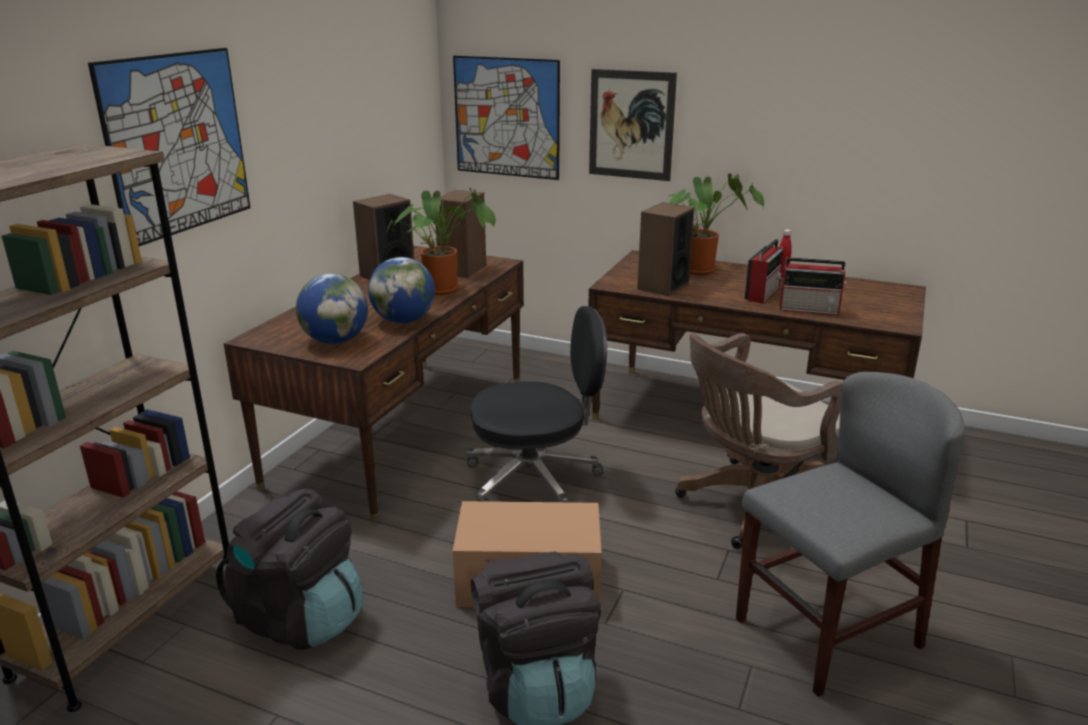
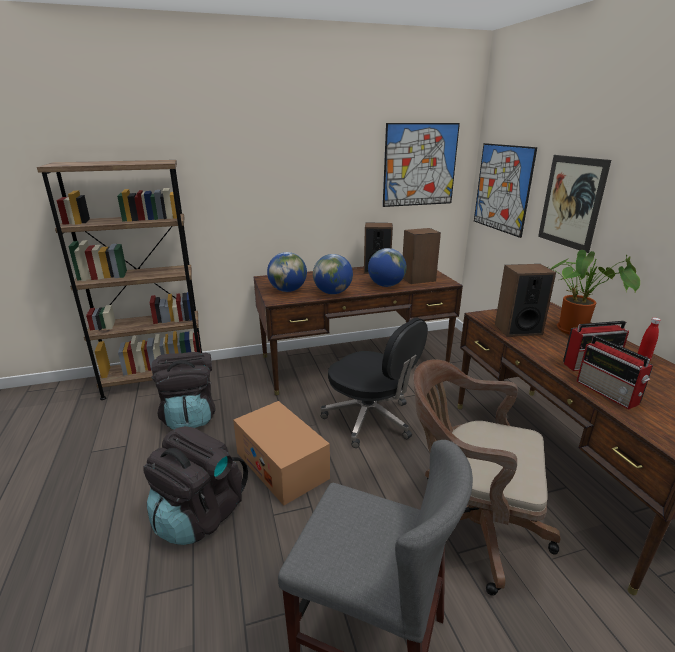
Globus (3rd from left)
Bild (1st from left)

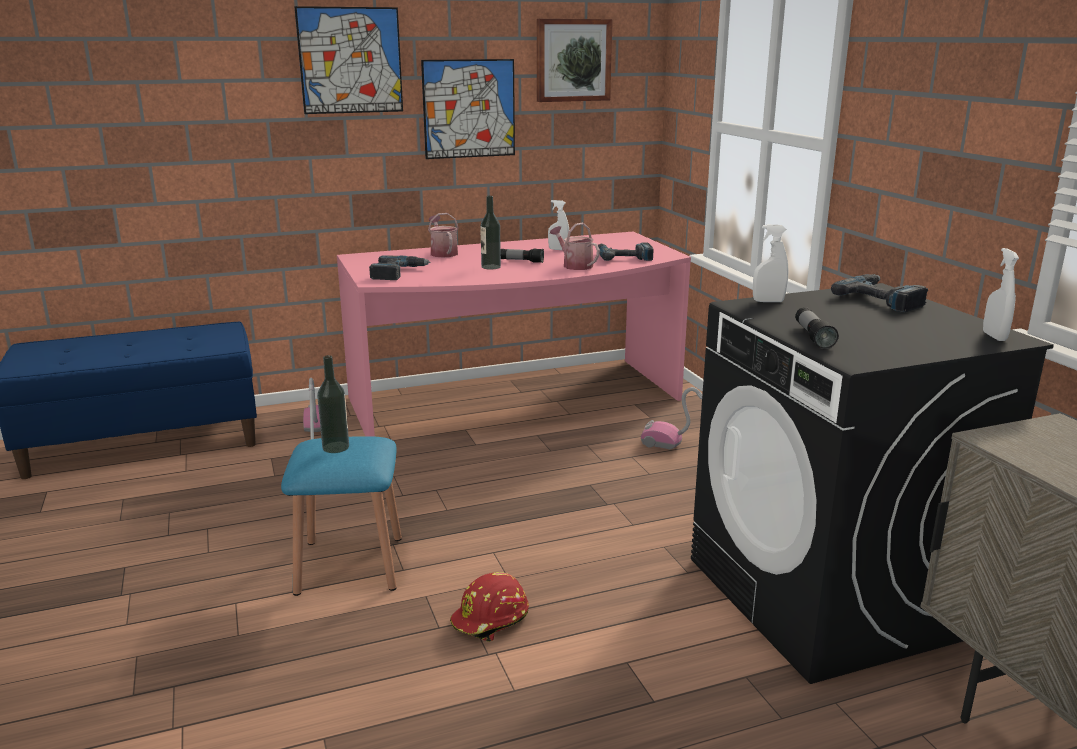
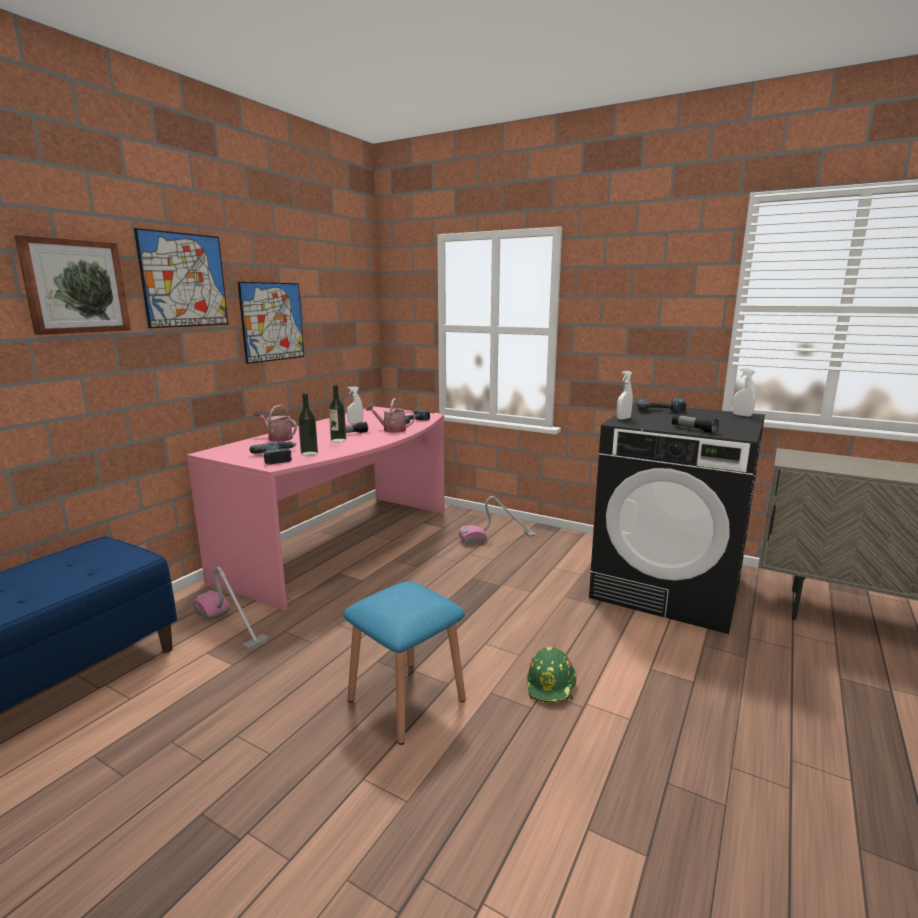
Bild (1st from left)
Flasche (1st from left)
Schutzhelm (grün)

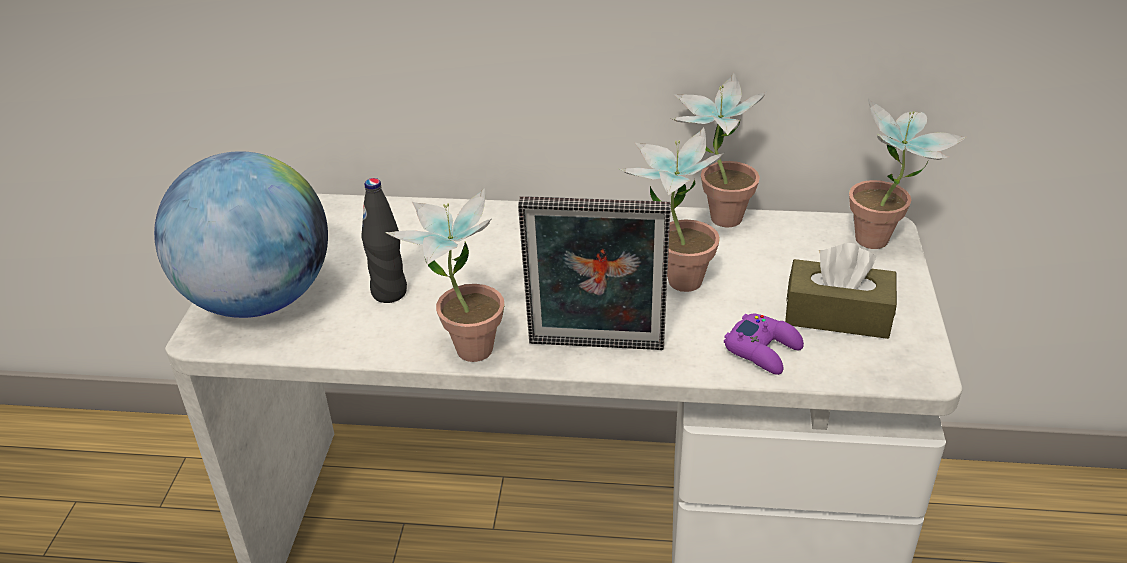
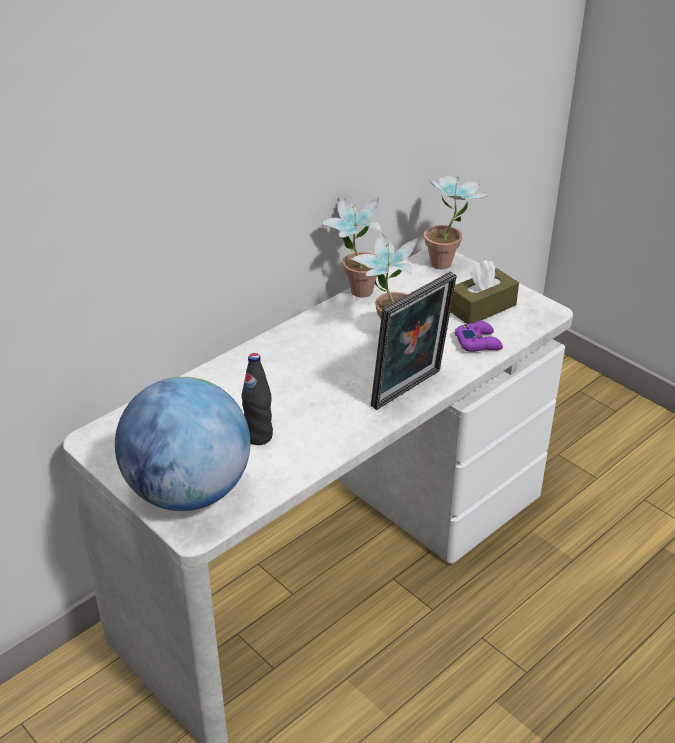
Topfpflanze (1st from left in the first image)

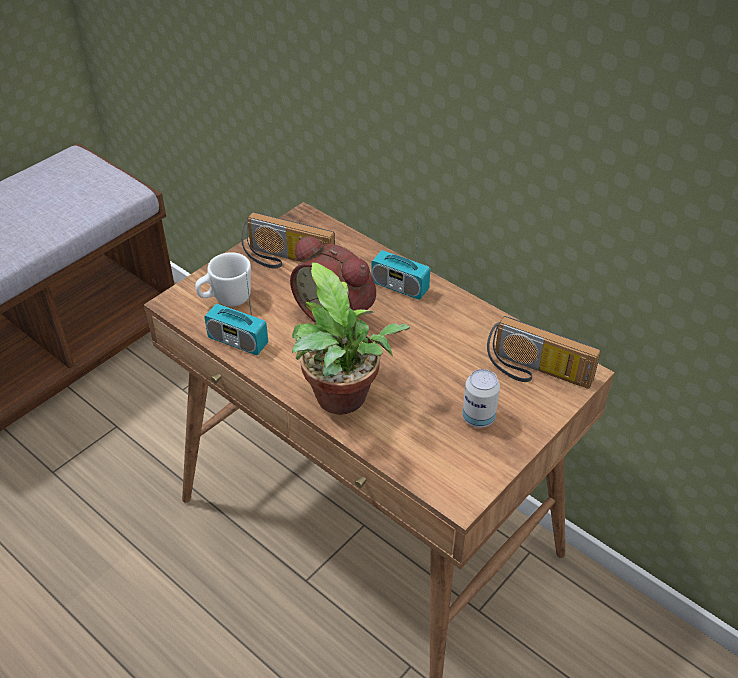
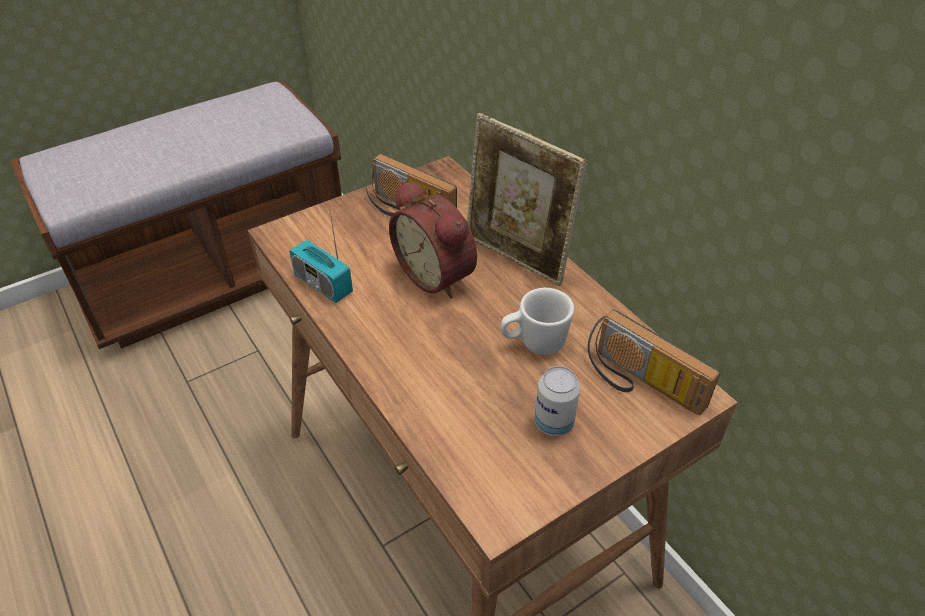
Bilderrahmen
Henkelbecher (weiß)
Topfpflanze

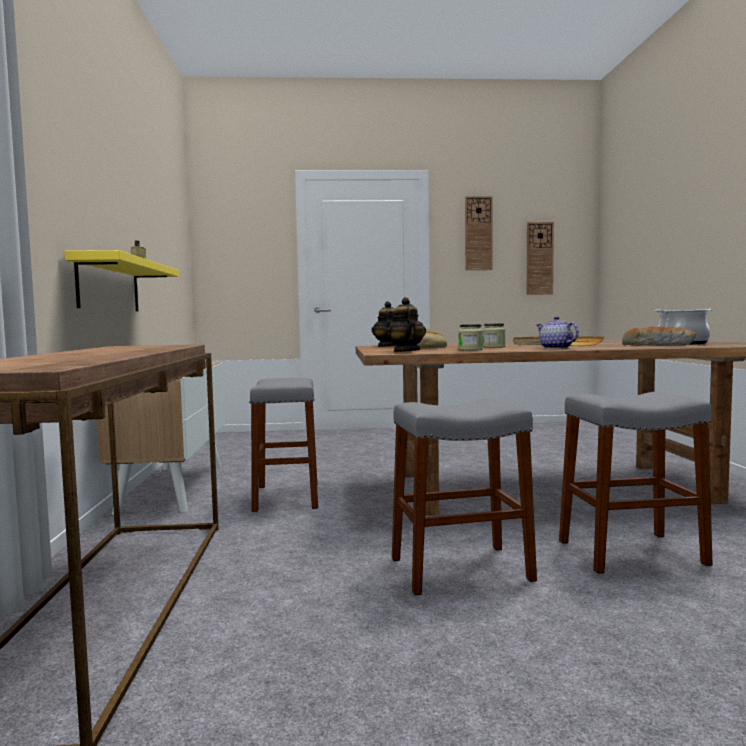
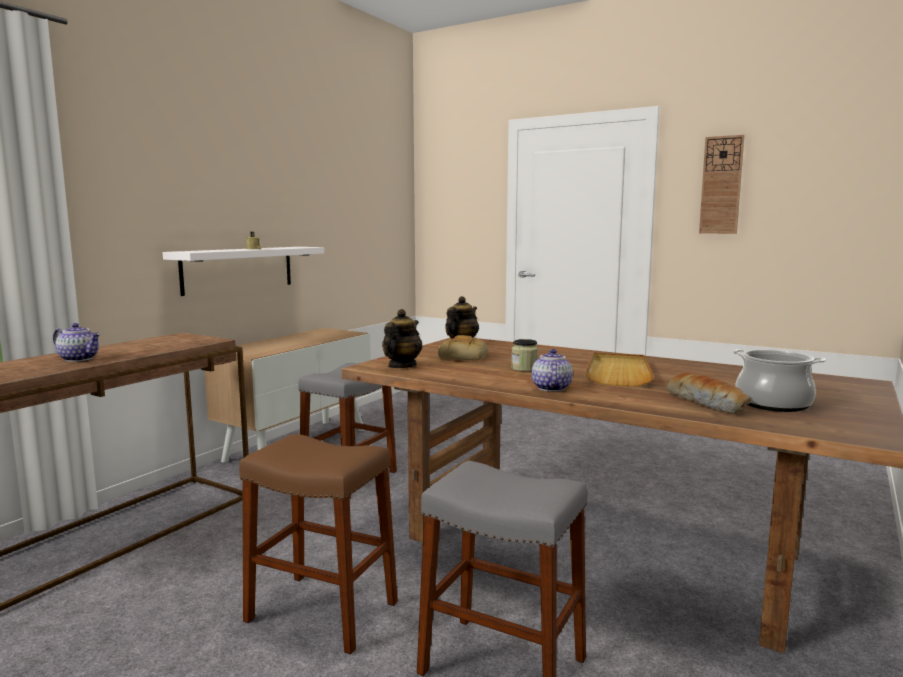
Teekanne (1st from left)
Wandregal (weiß)
Hocker (braun)
Vorratsglas (1st from left in the first image)
Wanduhr (2nd from left in the first image)

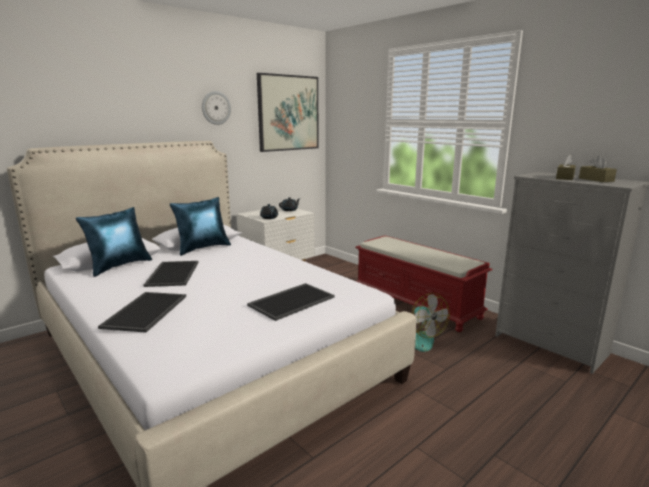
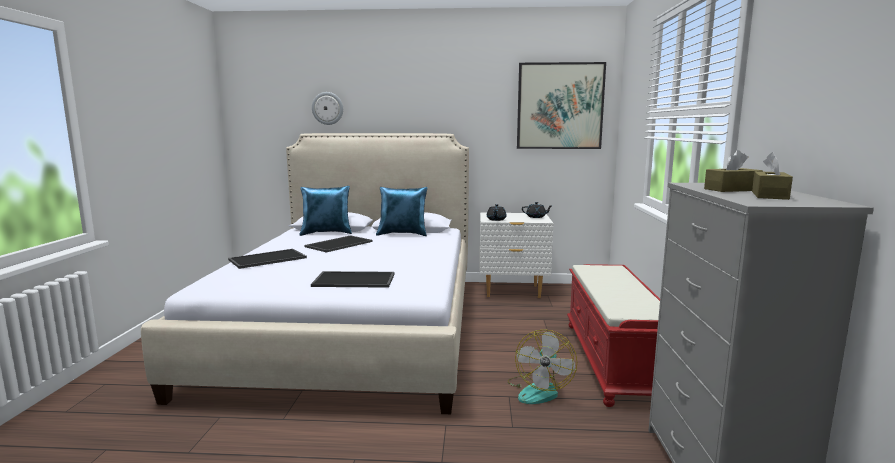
Wanduhr

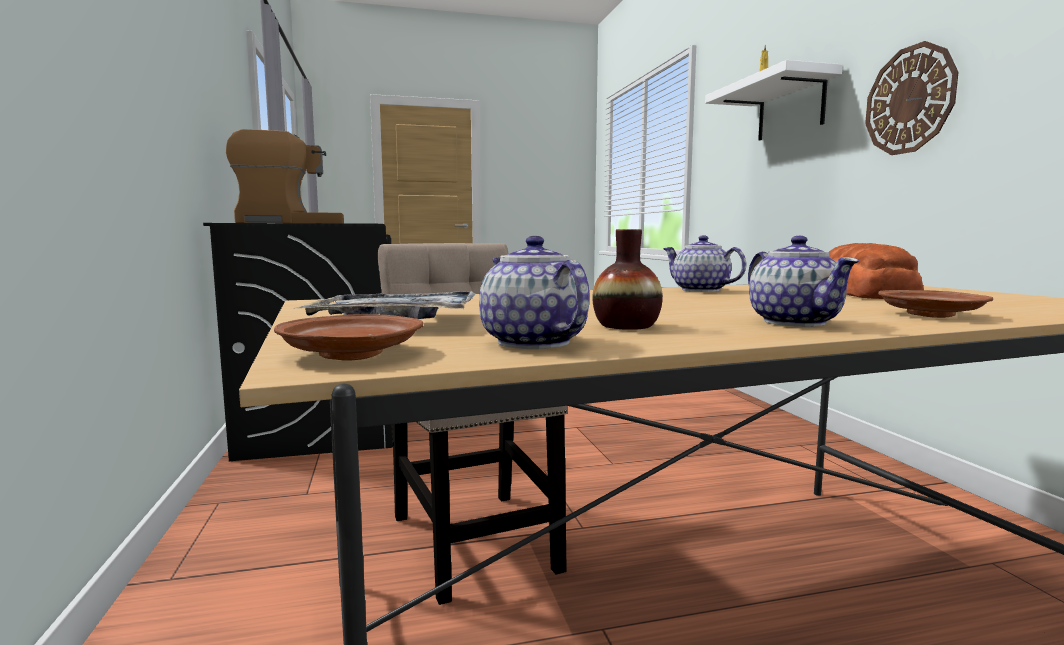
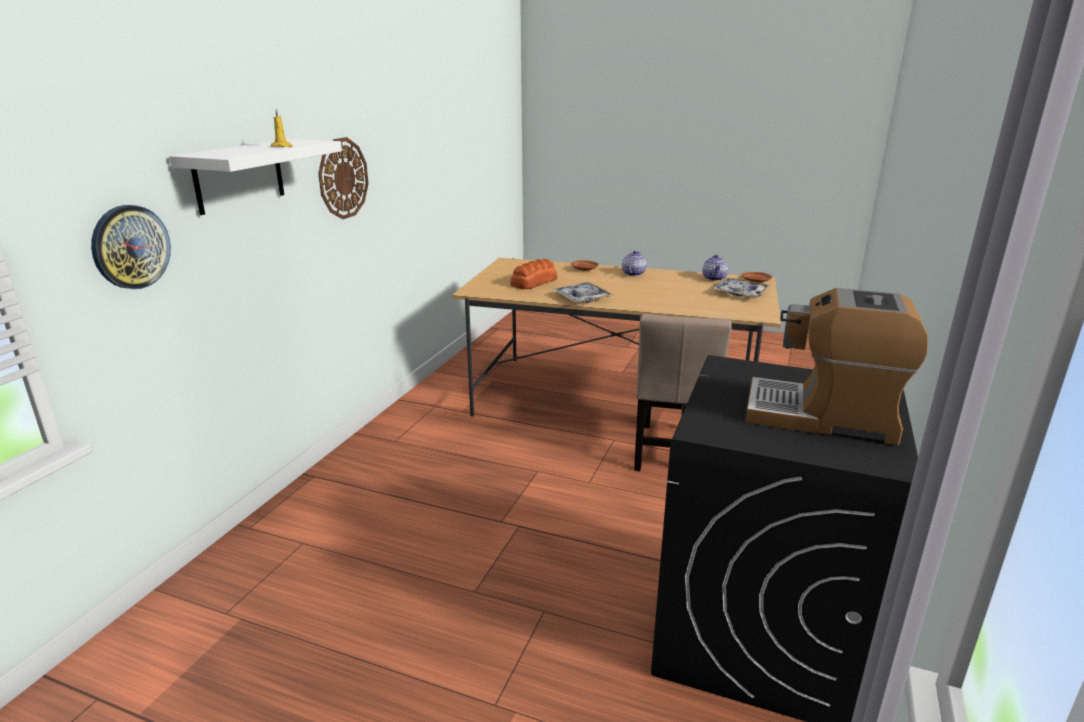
Wanduhr (1st from left)
Tablett (1st from left)
Vase

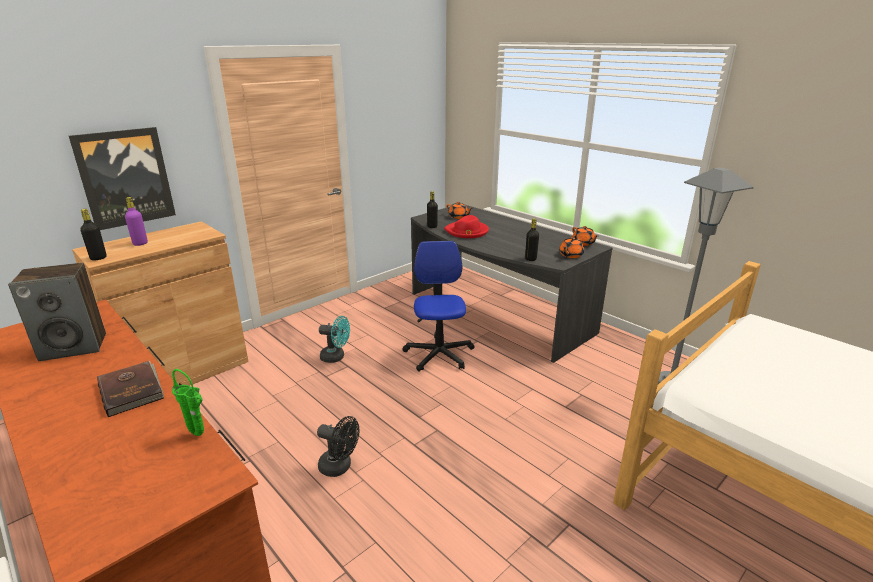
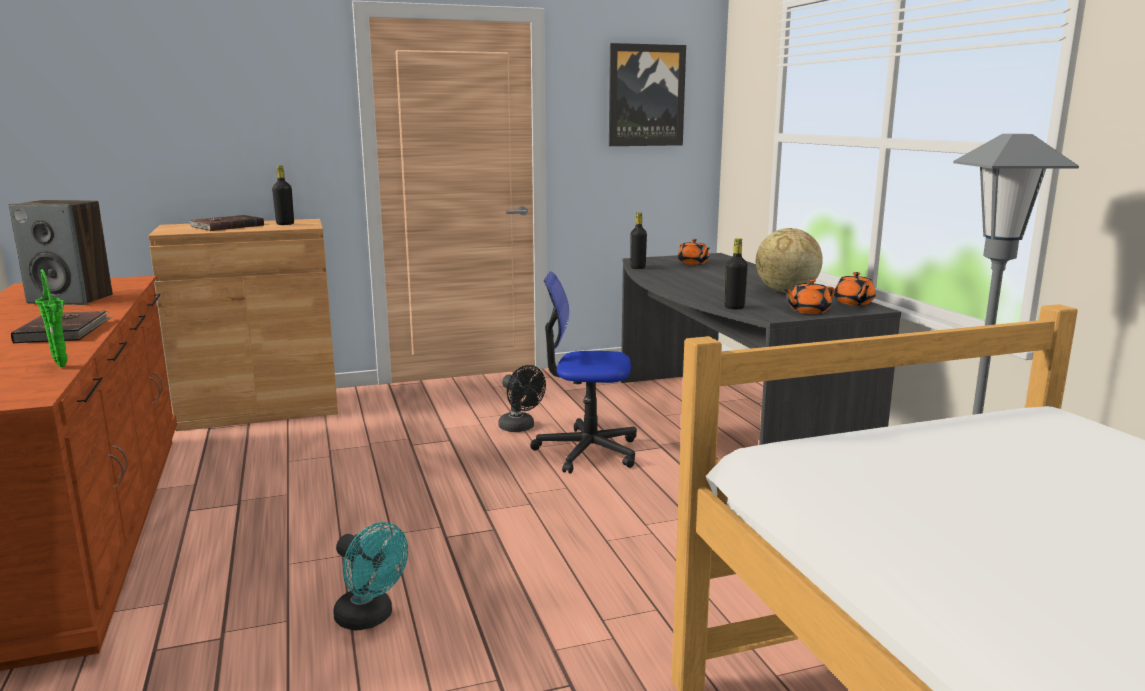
Buch (braun) (2nd from left)
Flasche (schwarz) (1st from left)
Ventilator (türkis)
Ventilator (schwarz)
Bürostuhl
Bild
Globus
Hut (rot)

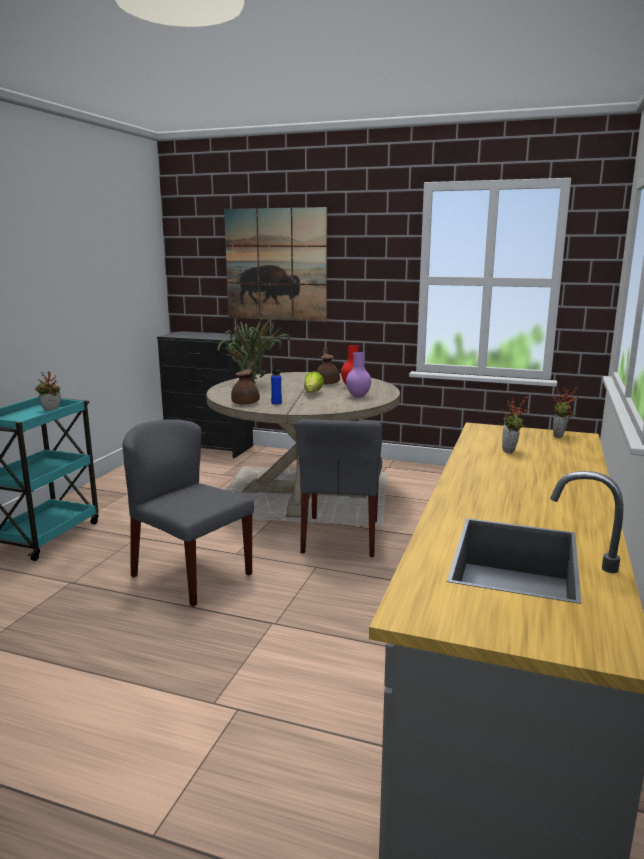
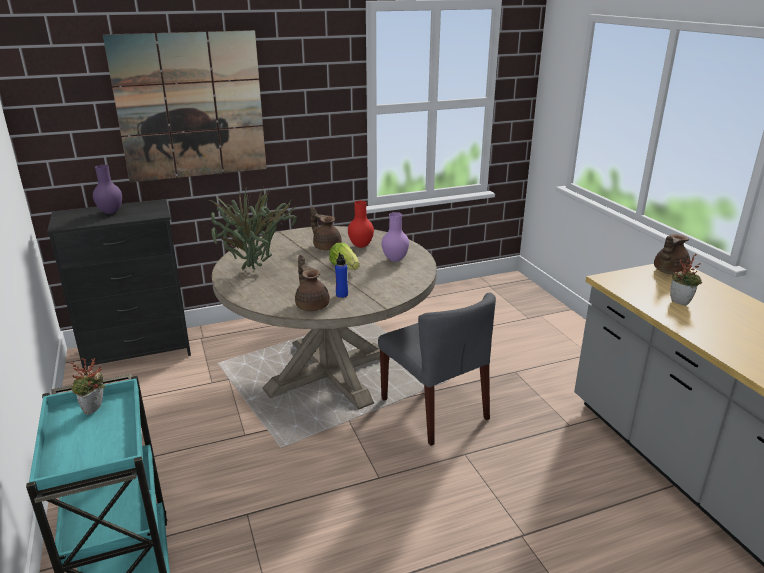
Vase (lila) (1st from left)
Teekanne (braun) (3rd from left)
Stuhl (grau) (1st from left in the first image)

